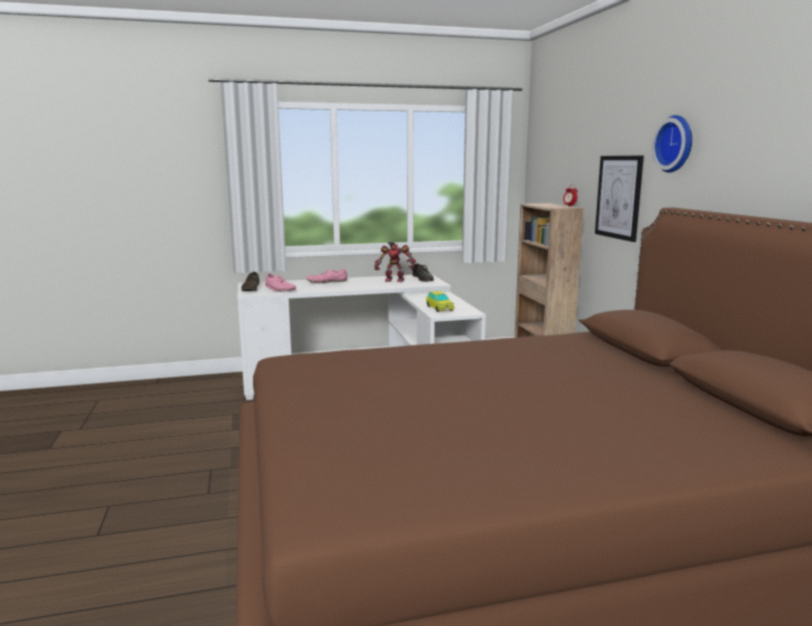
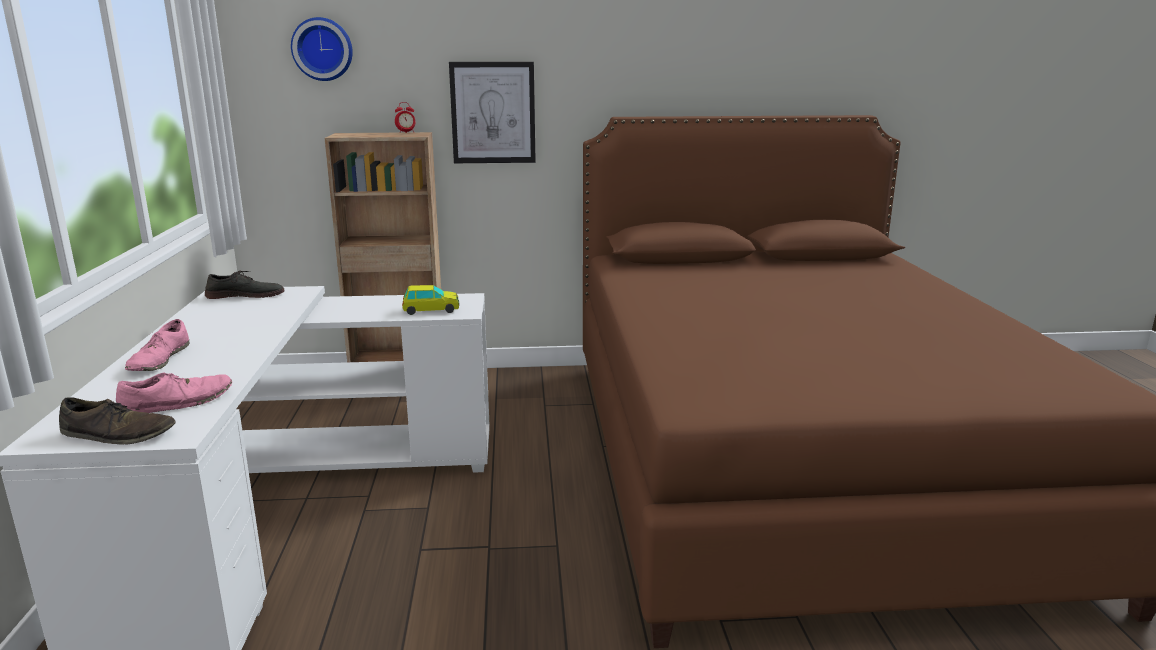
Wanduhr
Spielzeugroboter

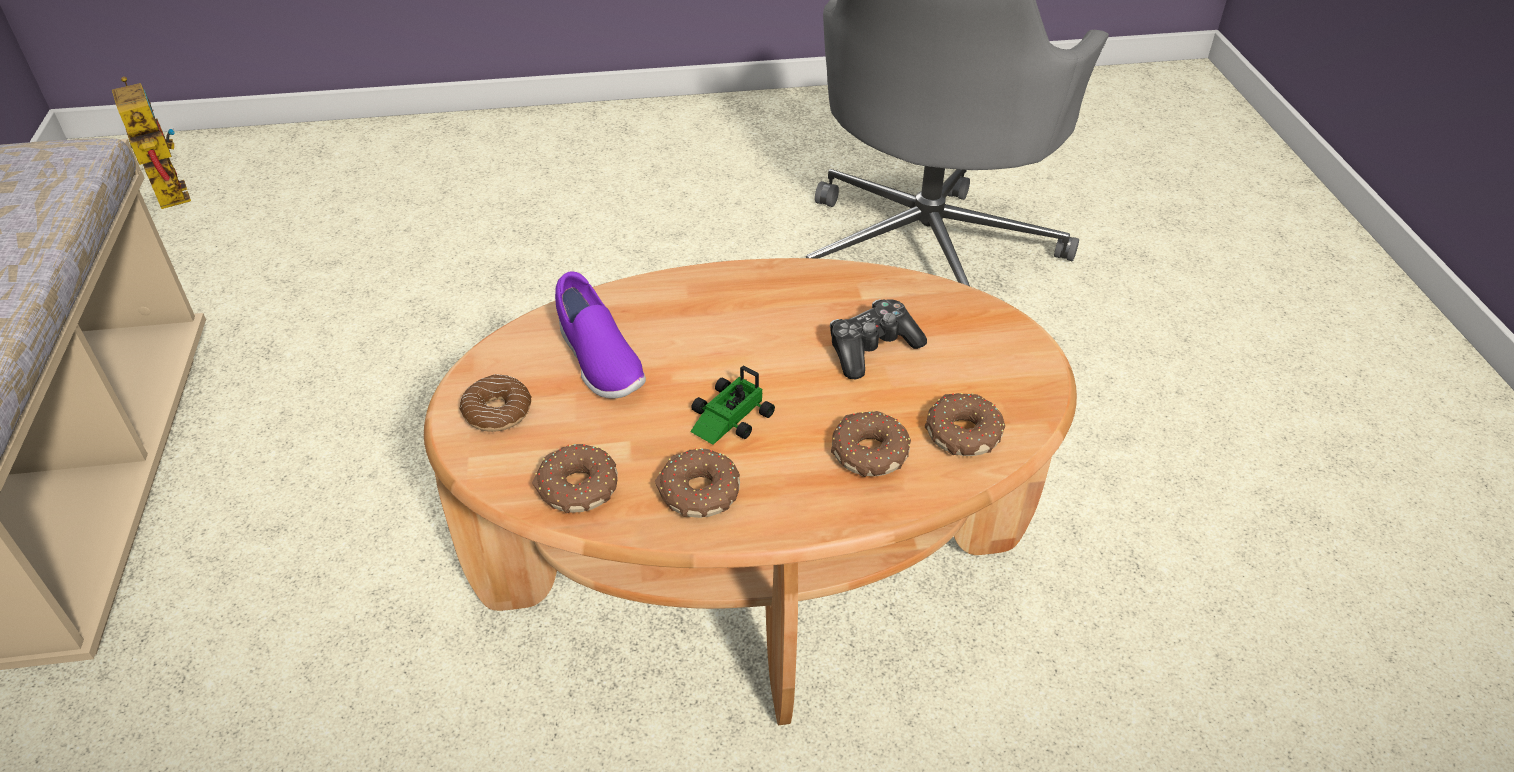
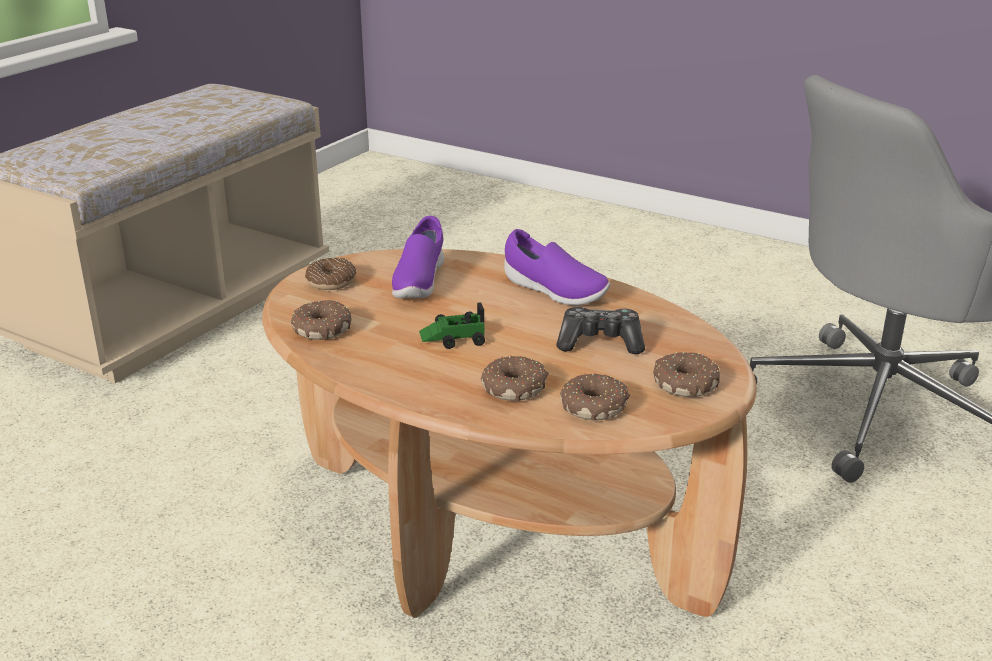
Schuh (lila) (2nd from left)
Donut (5th from left)
Spielzeugroboter

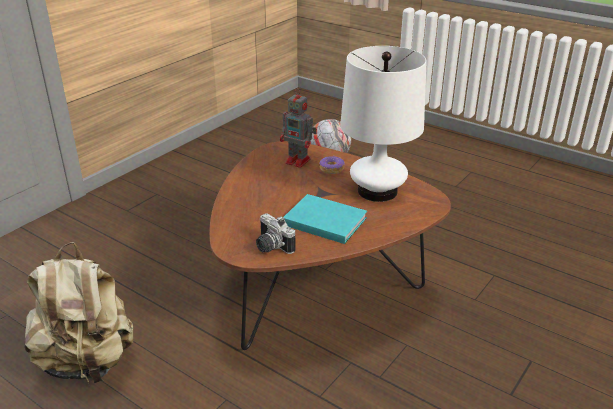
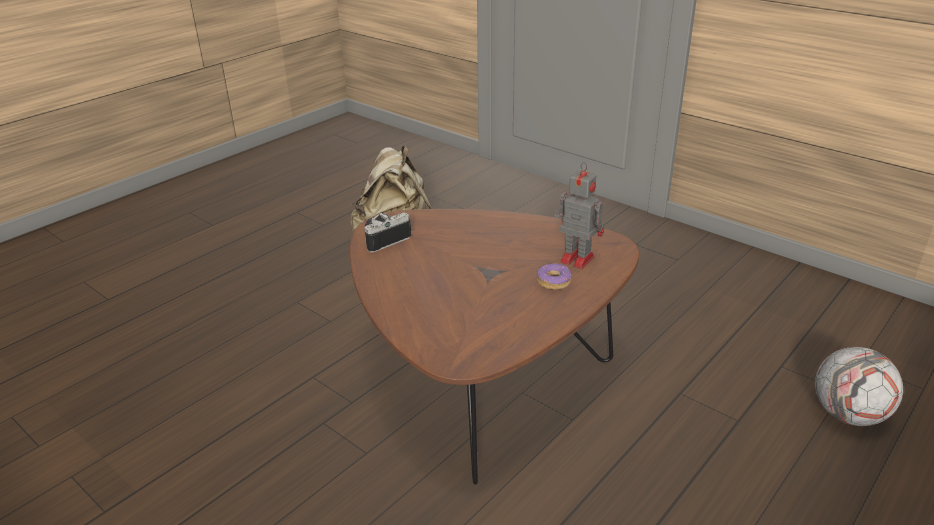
Spielzeugroboter
Buch (türkis)
Tischlampe (weiß)

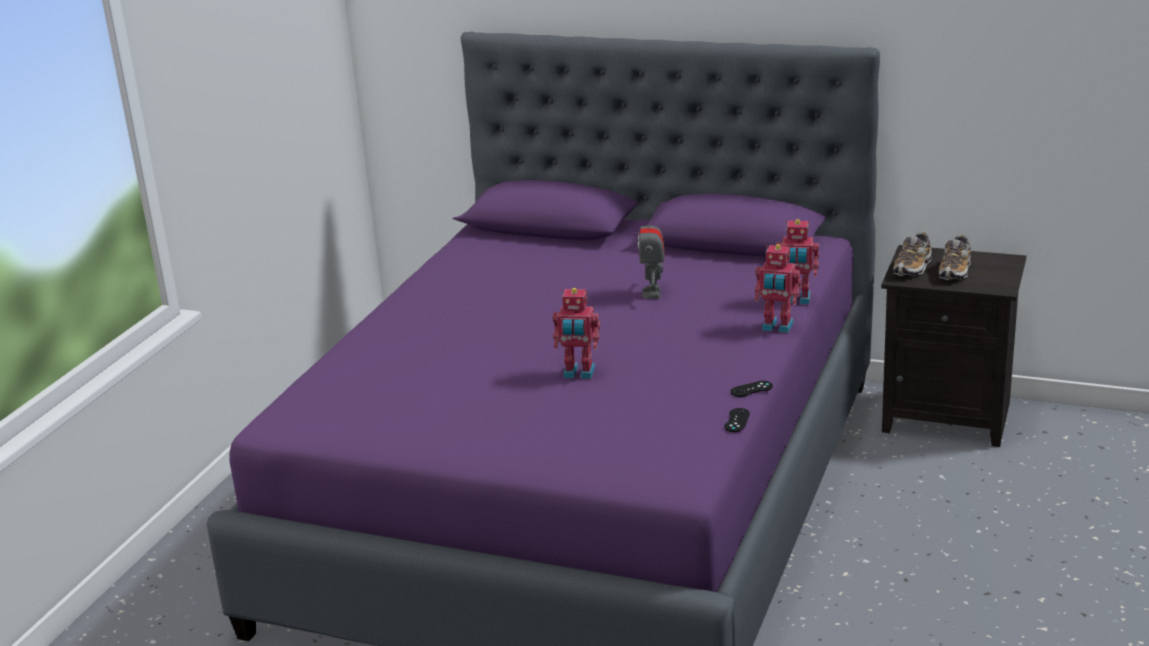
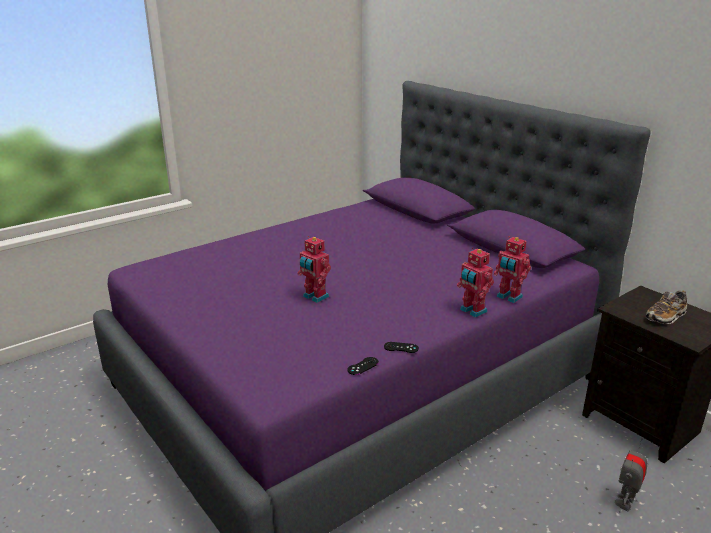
Spielzeugroboter (4th from left)
Schuh (1st from left in the first image)

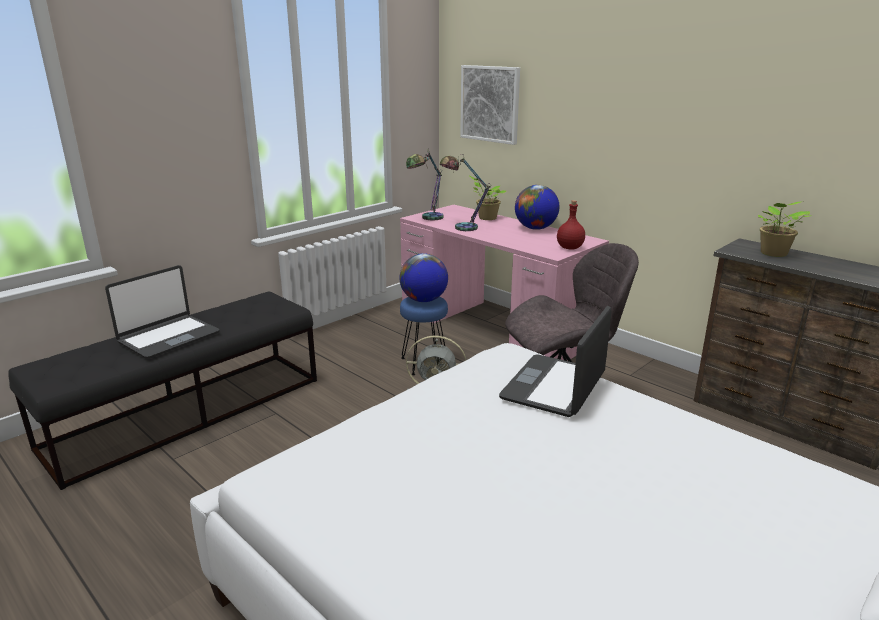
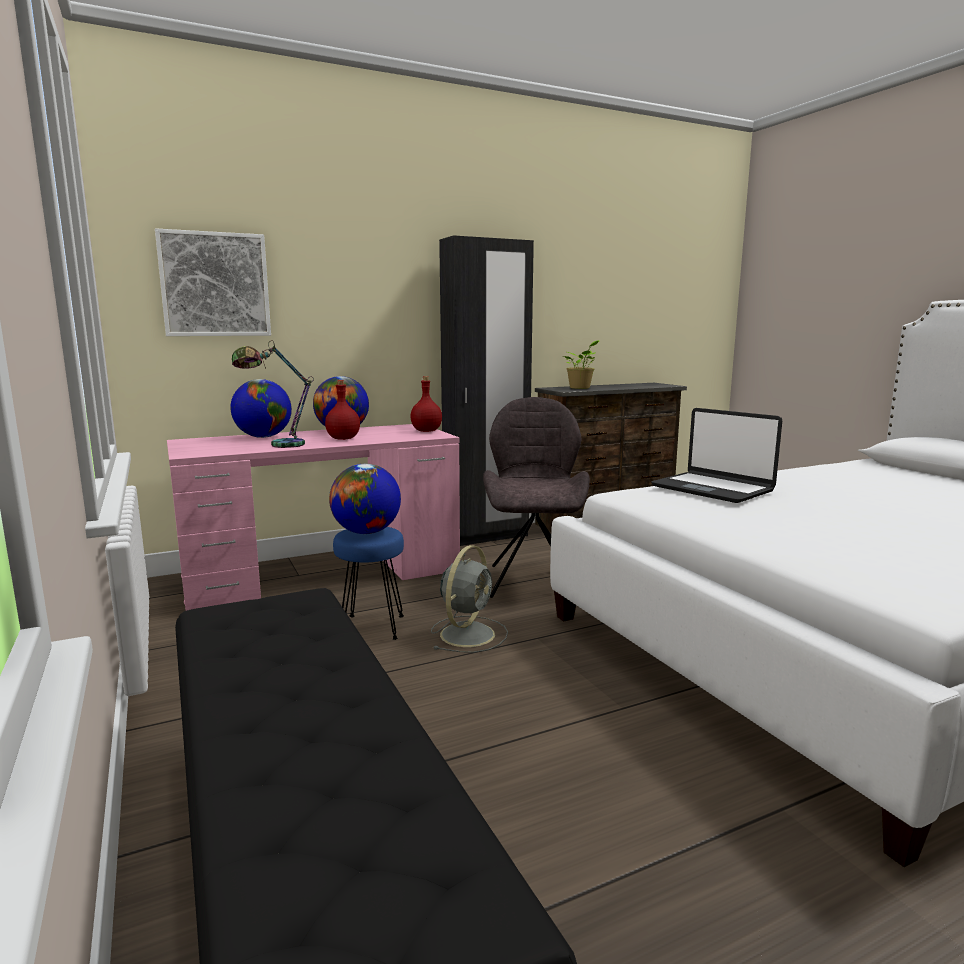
Globus (1st from left)
Flasche (rot) (1st from left)
Kleiderschrank (schwarz)
Laptop (1st from left in the first image)
Tischlampe (1st from left in the first image)

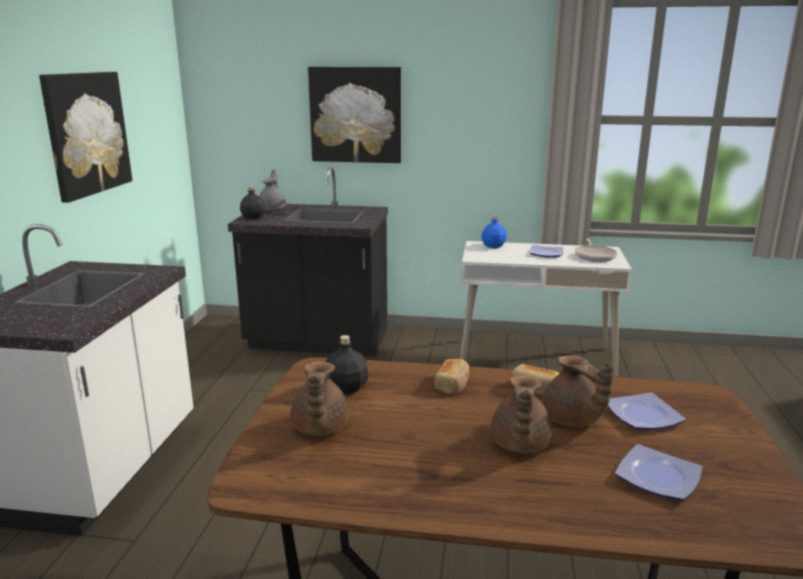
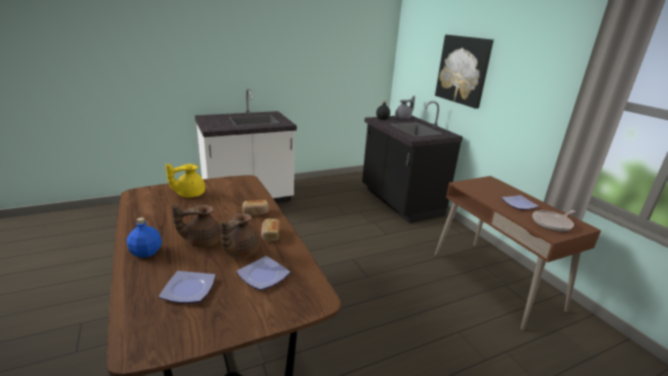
Flasche (blau)
Teekanne (gelb)
Schreibtisch (braun)
Bild (1st from left in the first image)
Flasche (schwarz) (2nd from left in the first image)

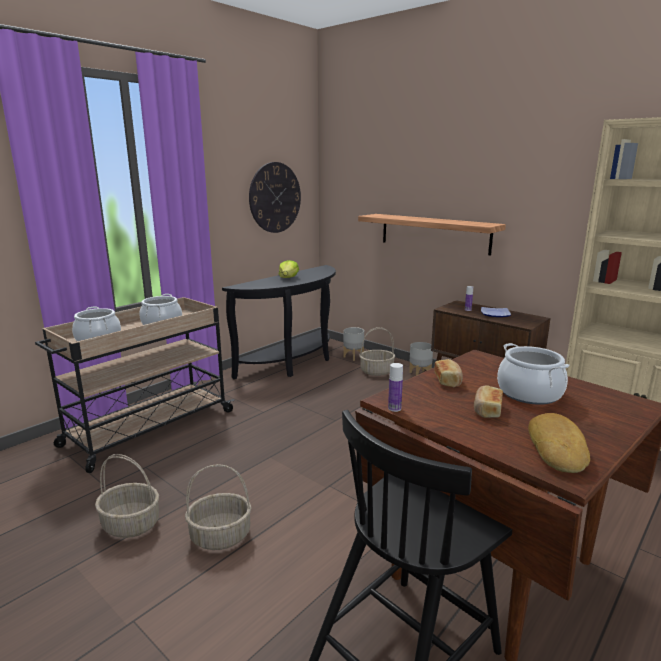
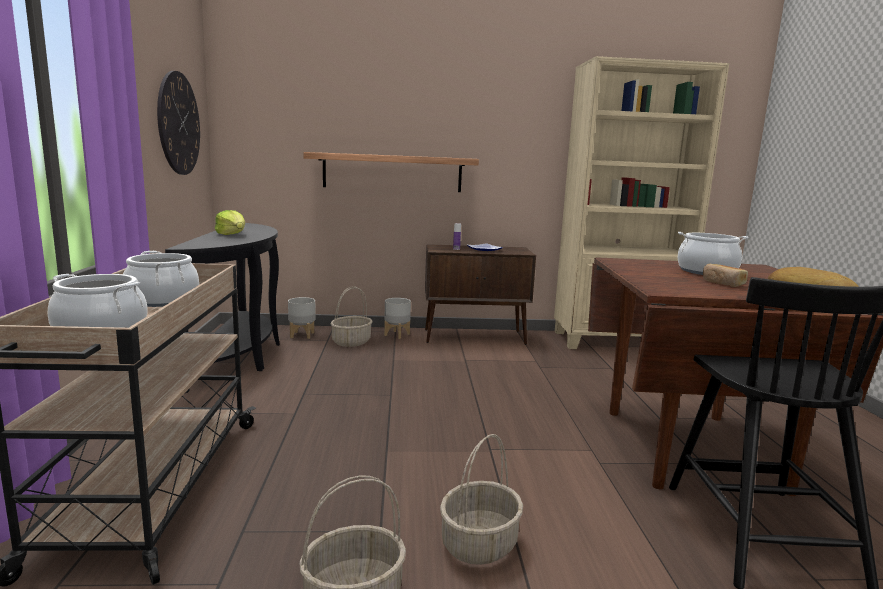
Flasche (1st from left in the first image)
Brot (1st from left in the first image)

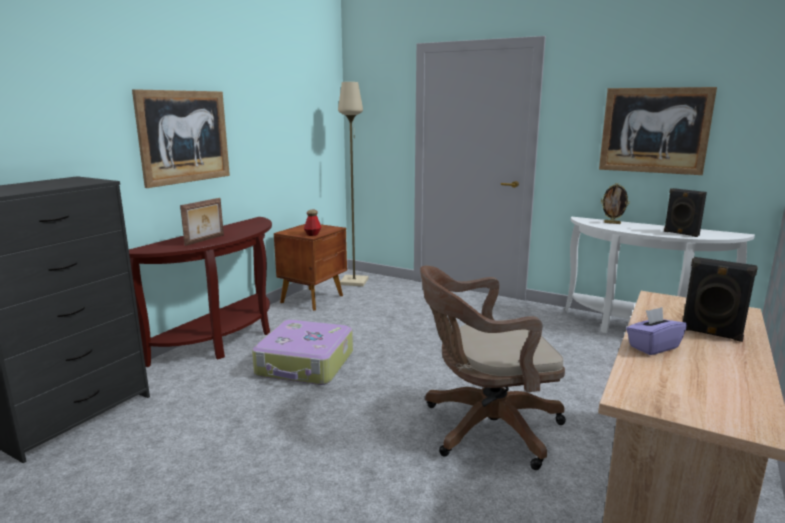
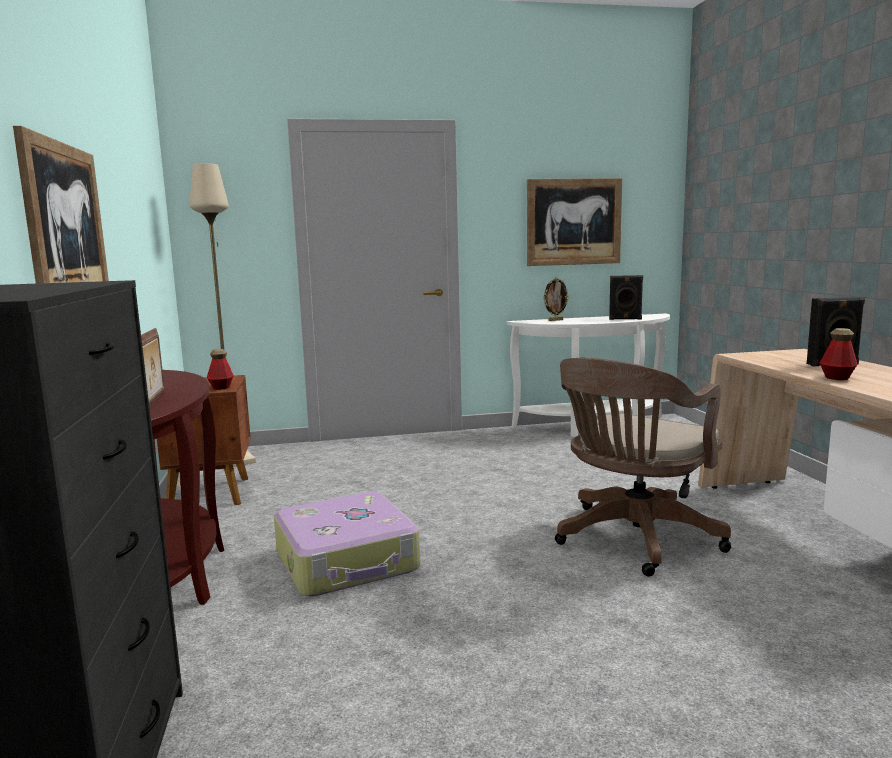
Flasche (2nd from left)

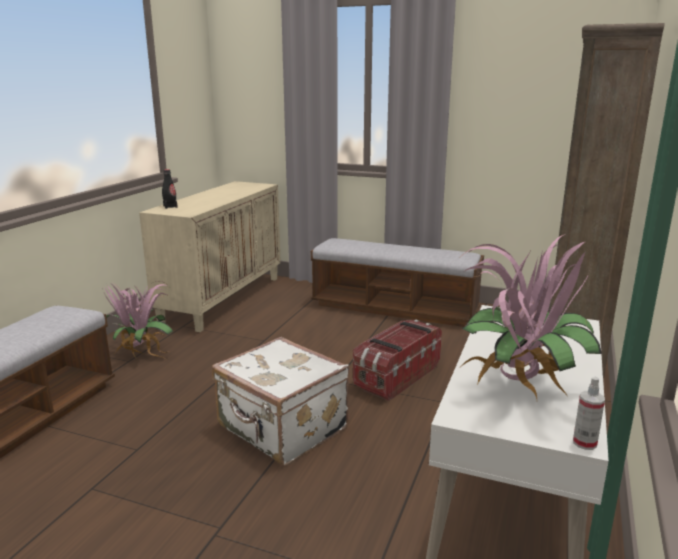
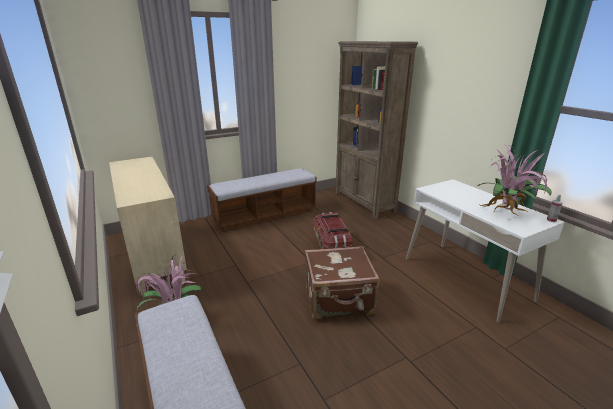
Koffer (braun)
Flasche (schwarz)

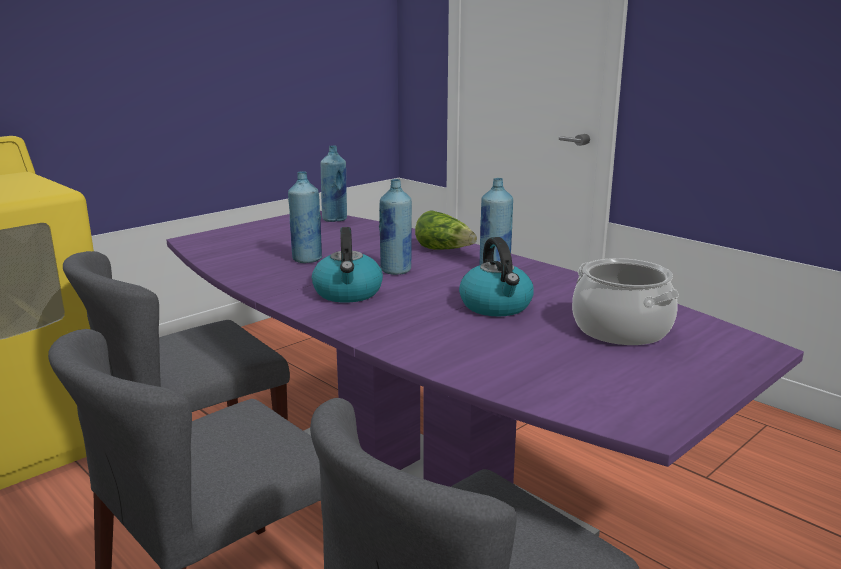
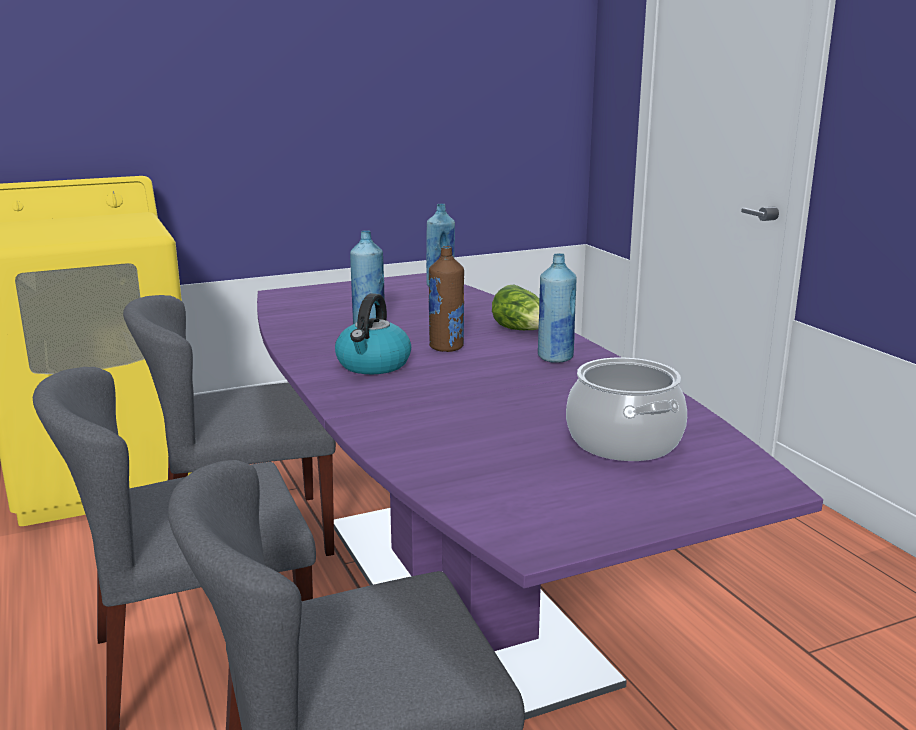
Flasche (braun)
Wasserkessel (2nd from left in the first image)

